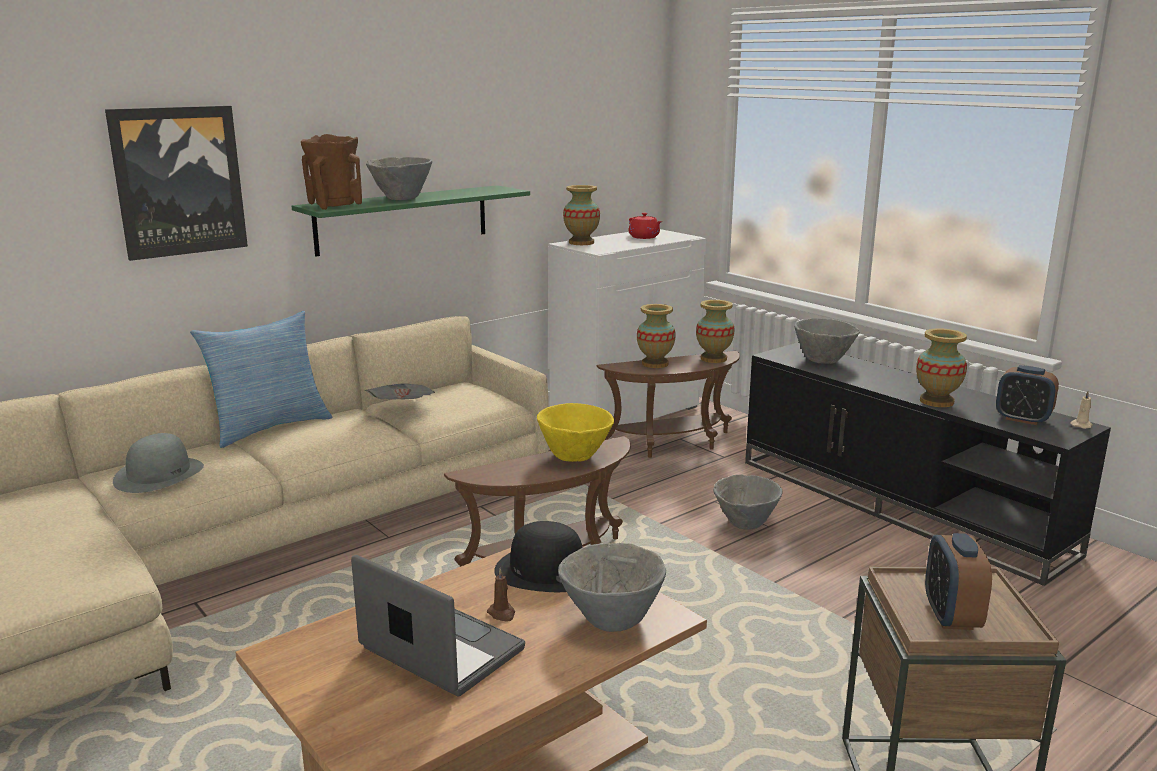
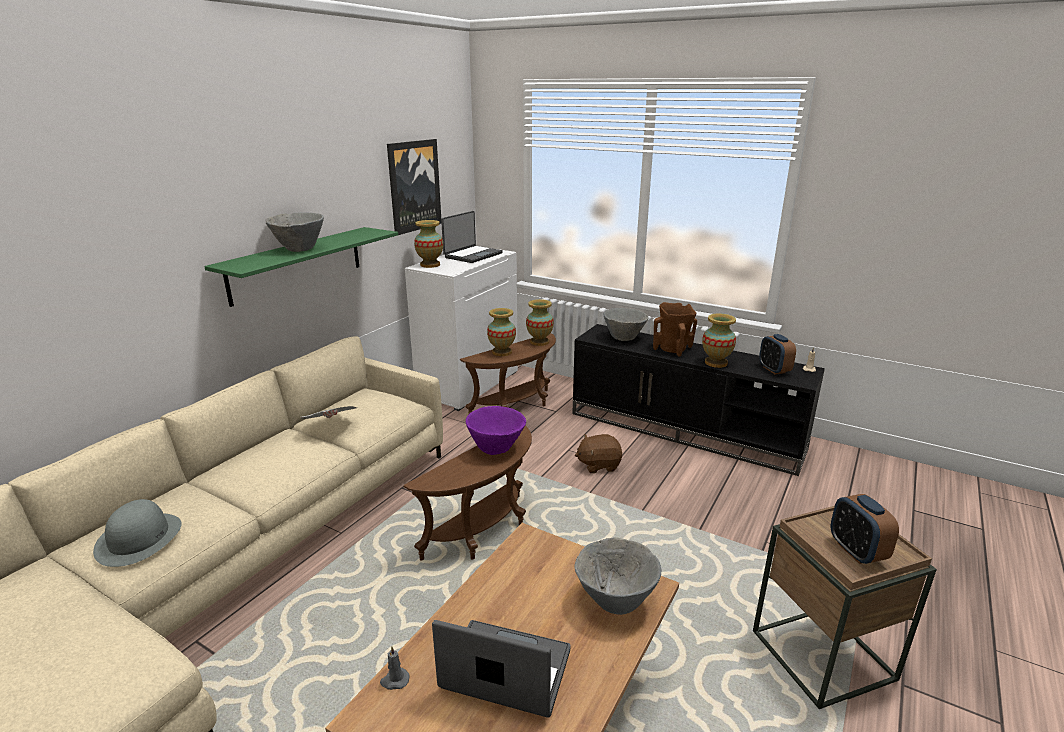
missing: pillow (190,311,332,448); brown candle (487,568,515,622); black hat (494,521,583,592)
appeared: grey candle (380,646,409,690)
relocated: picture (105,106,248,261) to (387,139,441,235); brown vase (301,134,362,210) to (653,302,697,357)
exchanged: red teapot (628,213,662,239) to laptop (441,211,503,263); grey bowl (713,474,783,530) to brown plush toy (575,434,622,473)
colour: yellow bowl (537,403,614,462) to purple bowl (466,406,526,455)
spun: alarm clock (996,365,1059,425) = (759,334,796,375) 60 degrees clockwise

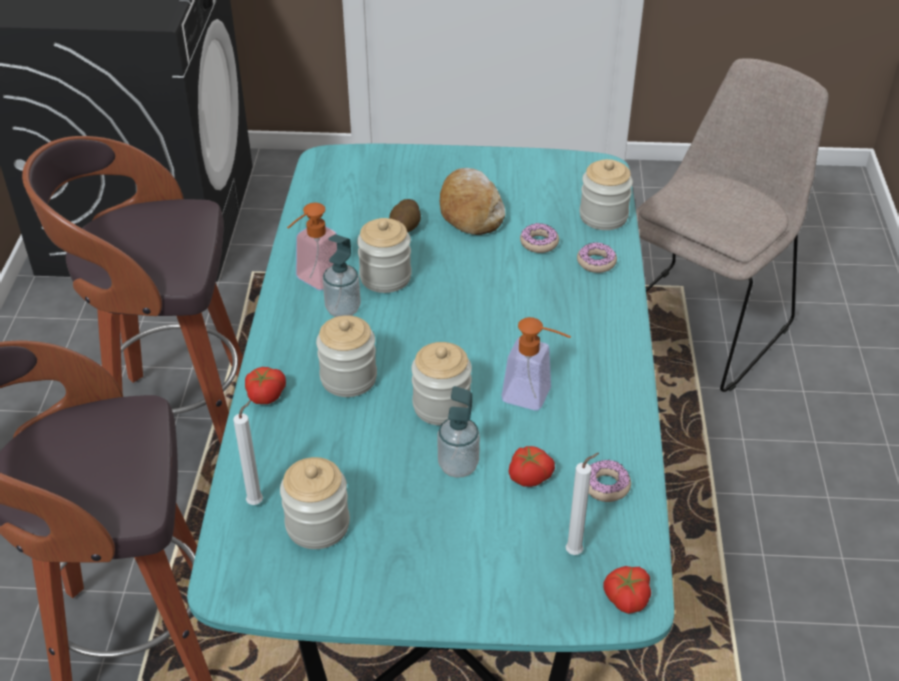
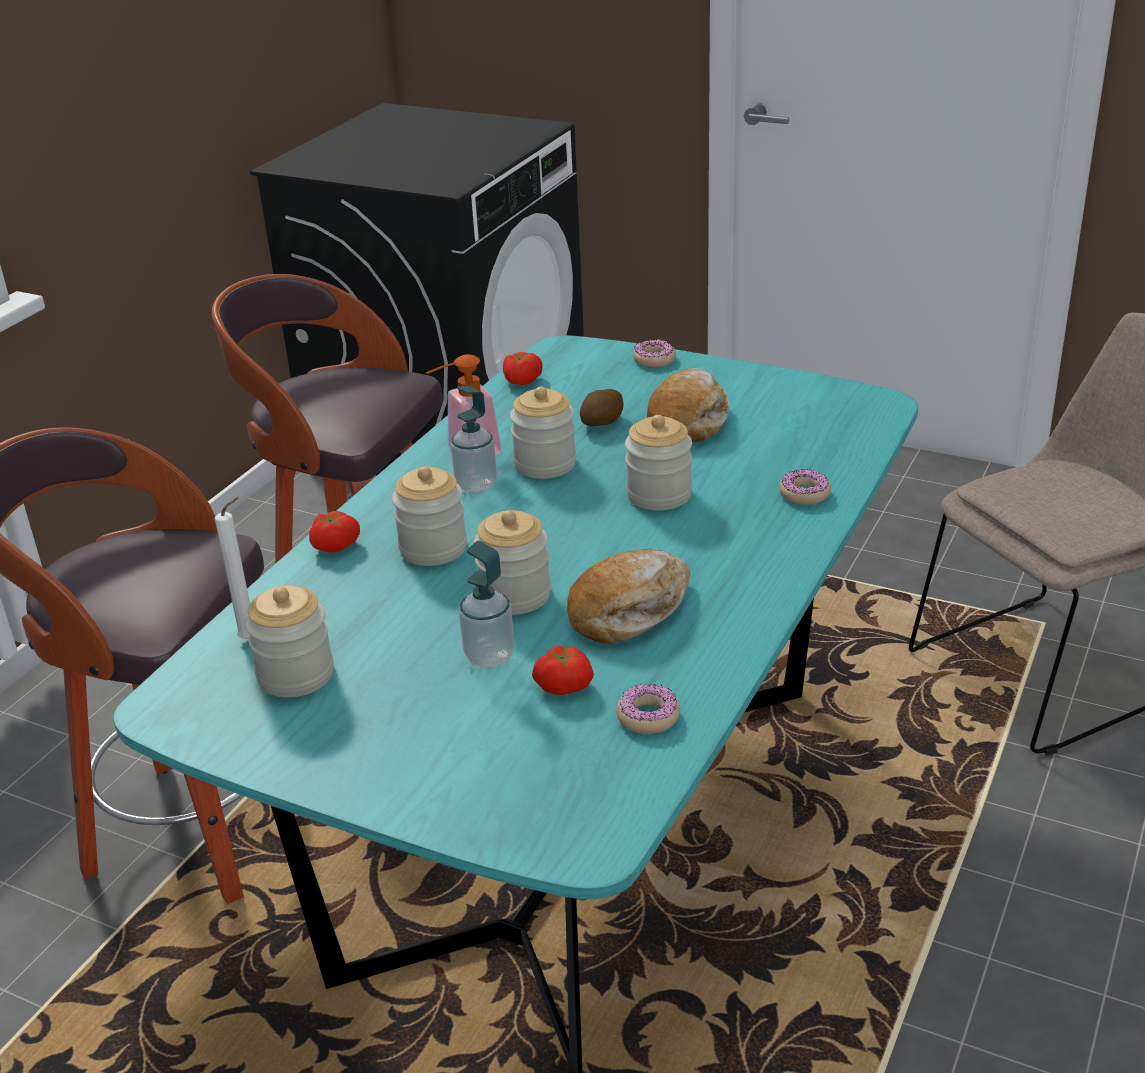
missing: white candle (566,453,599,555)
relocated: donut (520,223,559,253) to (633,340,676,367); jar (580,159,633,230) to (625,415,692,511); tomato (604,566,651,614) to (503,352,542,385)
exchanged: soap dispenser (501,317,571,411) to bread (567,549,690,643)

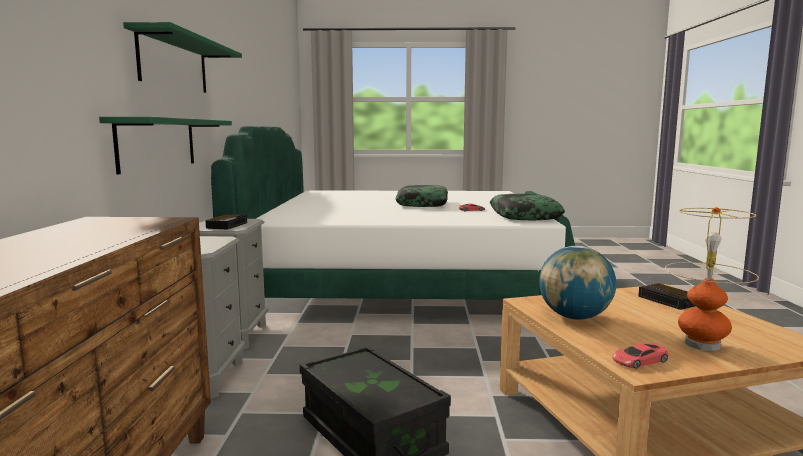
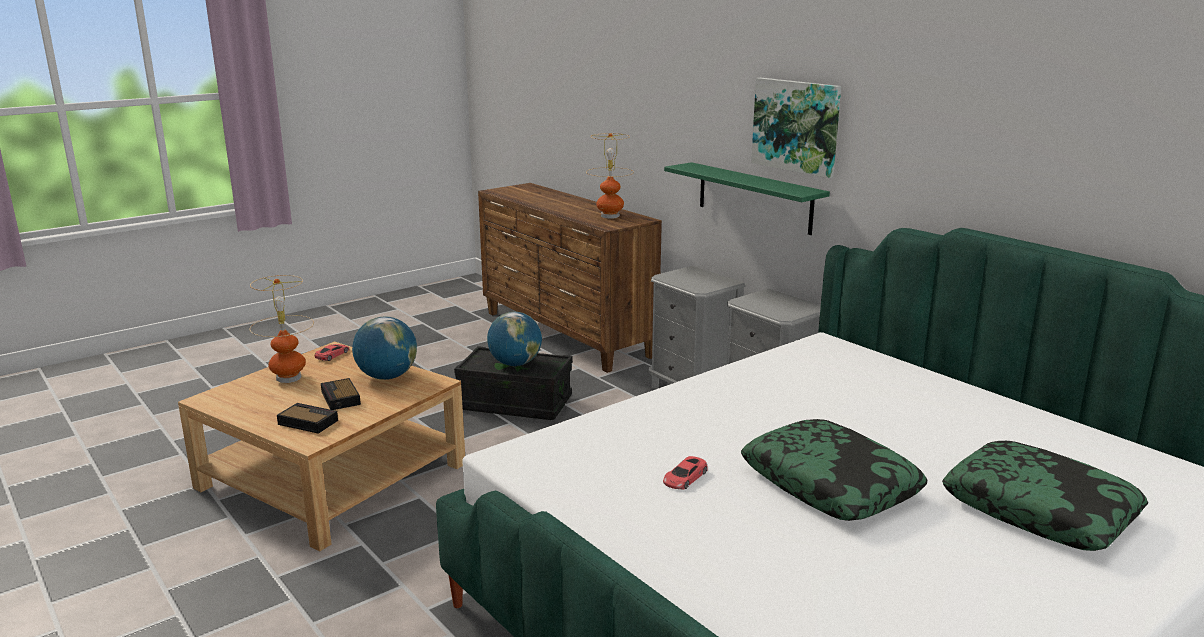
appeared: globe (487,312,542,366); table lamp (586,133,634,219)
relocated: alarm clock (205,214,247,230) to (321,378,361,410); pillow (490,194,565,220) to (942,441,1148,551)
exchanged: green shelf (123,22,242,93) to picture (751,78,841,178)

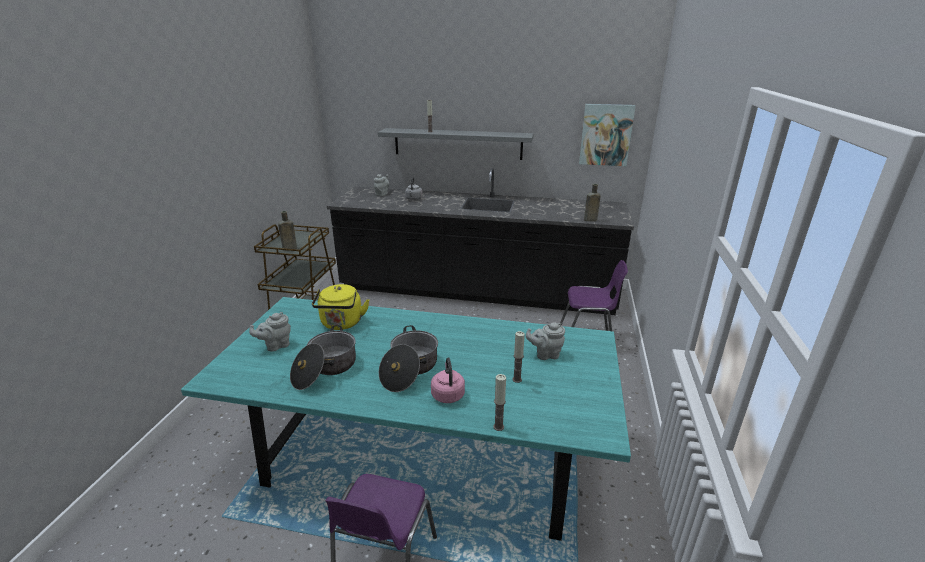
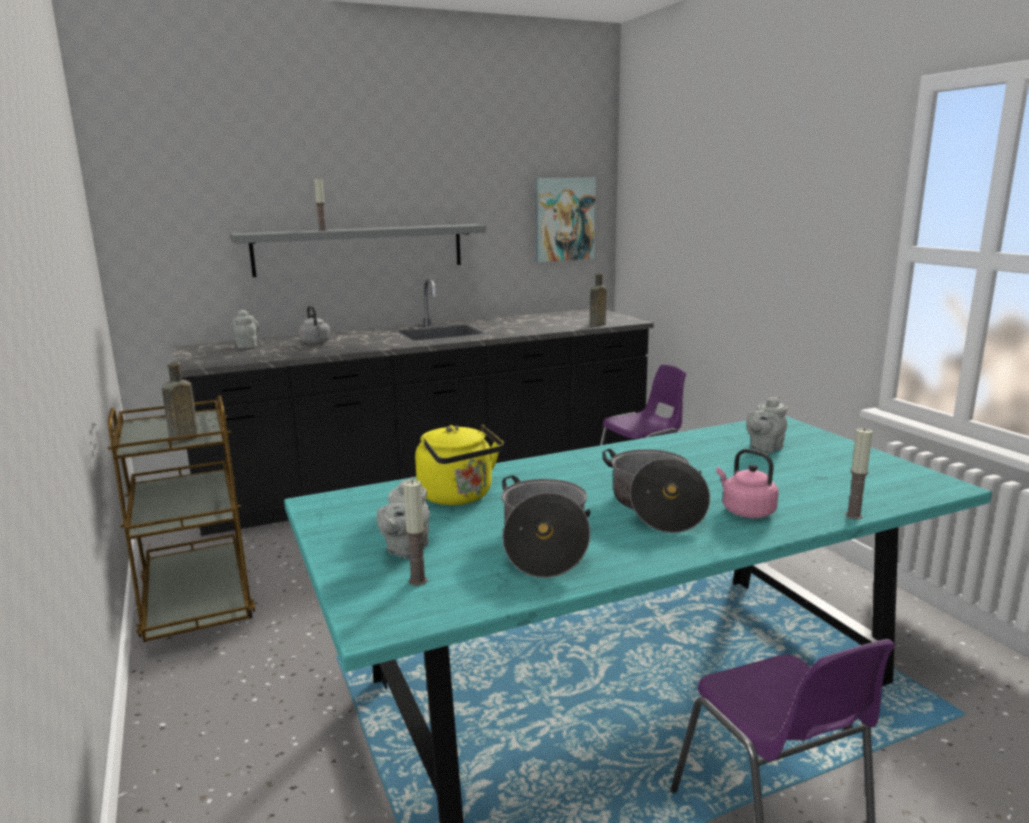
relocated: candle (512,331,525,383) to (403,480,427,586)

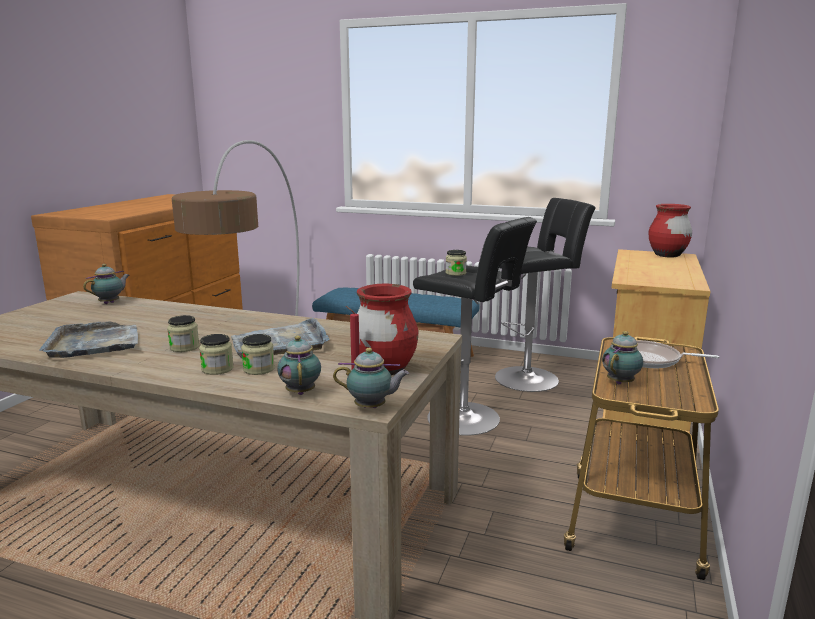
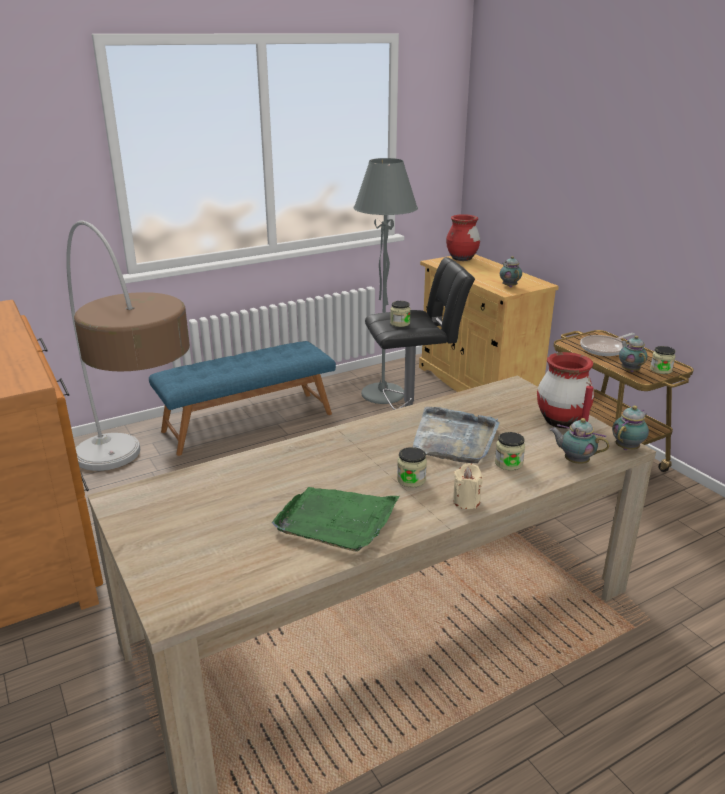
appeared: beige candle (453,463,483,509)
relocated: teapot (83,264,130,304) to (500,256,522,288); jar (199,334,234,375) to (650,346,675,374)
exchanged: black stool (495,198,596,392) to grey floor lamp (353,158,418,404)
colour: grey tray (39,322,138,358) to green tray (272,487,399,551)

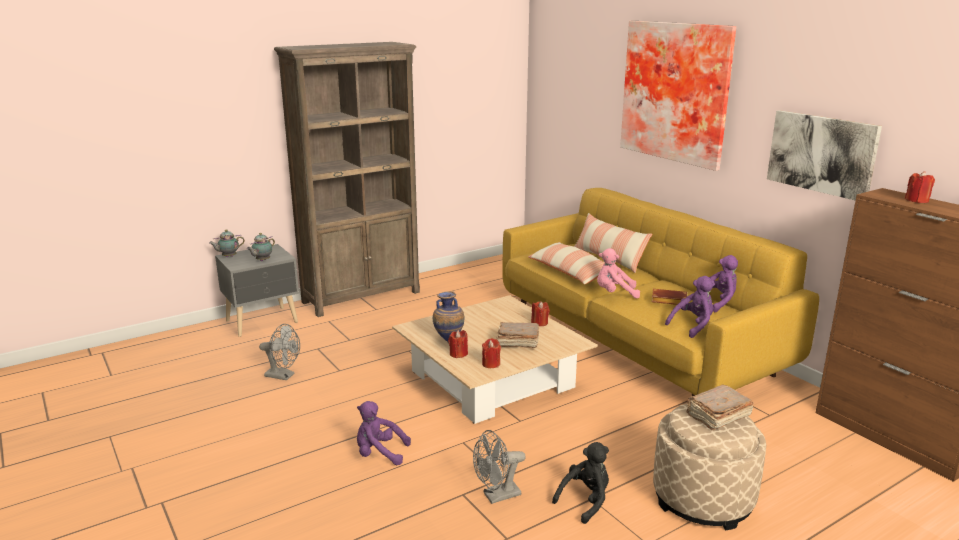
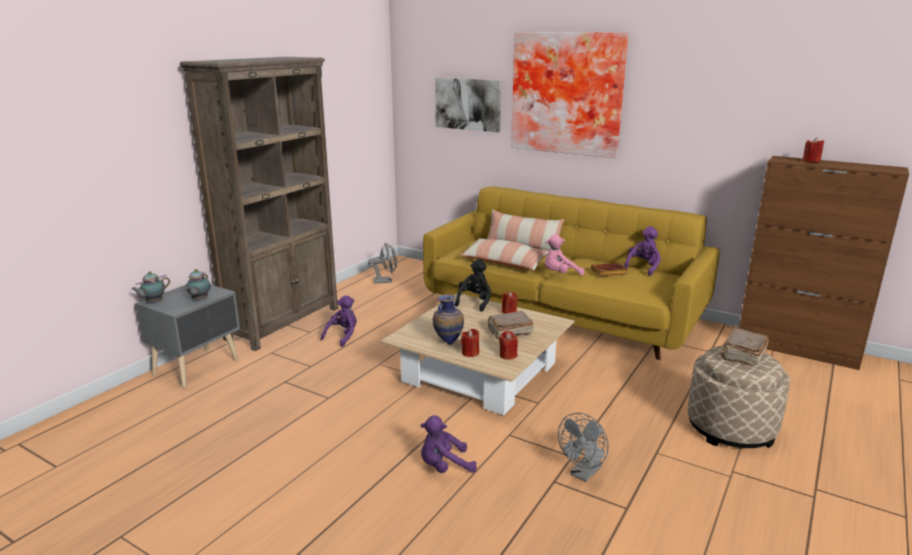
relocated: grey fan (259,324,300,380) to (368,243,397,284); black plush toy (552,442,609,524) to (455,259,491,312); purple plush toy (665,276,715,338) to (321,295,357,347); picture (767,110,882,201) to (435,78,501,132)

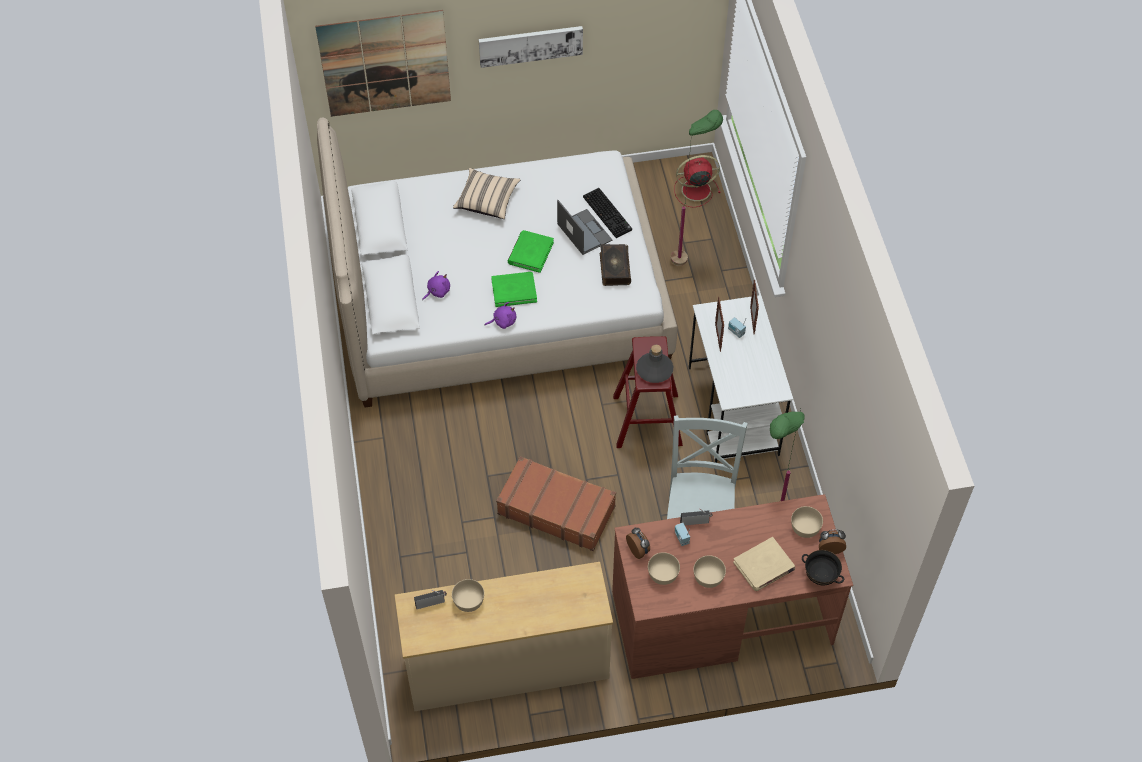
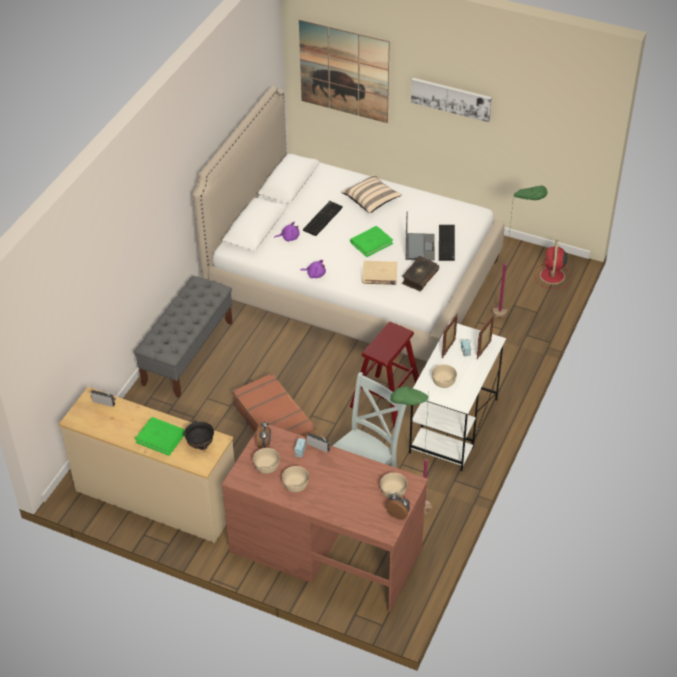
missing: grey bottle (636,345,673,383)
appeared: grey bench (134,276,232,398); keyboard (303,201,343,236)
relocated: beige bowl (452,579,484,612) to (432,364,457,388); green book (491,272,537,307) to (135,417,185,456); beige book (733,537,795,591) to (362,261,397,285); black bowl (802,550,844,585) to (184,421,214,450)
spun: red fan (674,155,720,208) = (534,240,571,289) 105 degrees counterclockwise

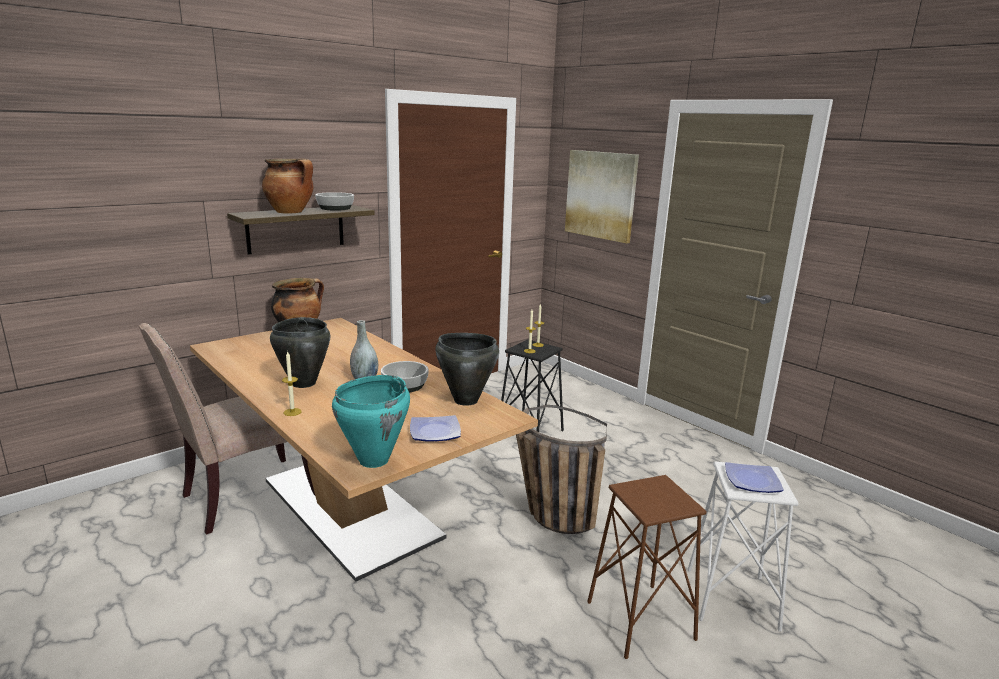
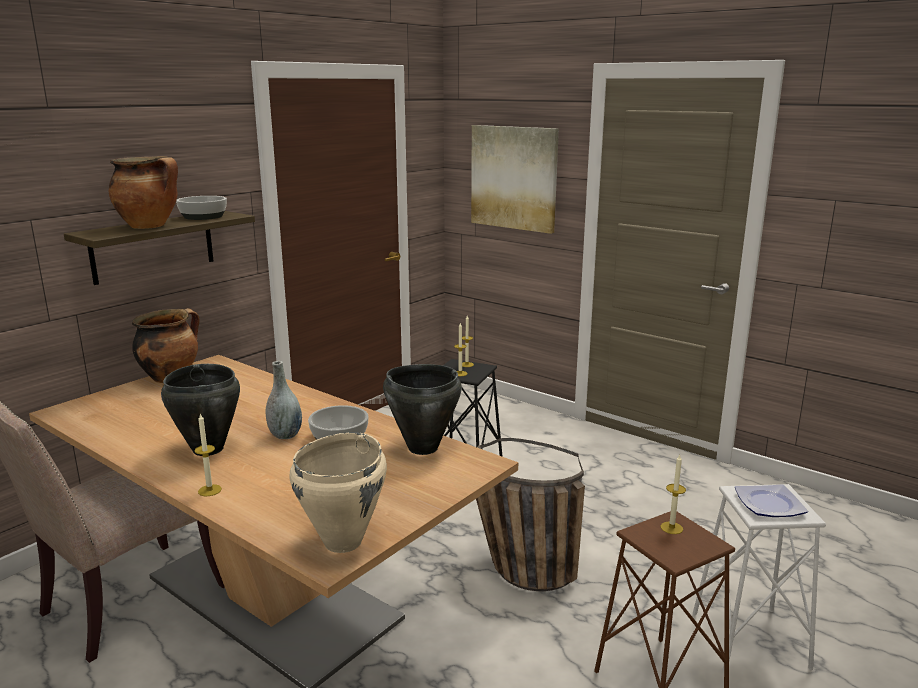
missing: plate (410,415,461,442)
appeared: candle (661,455,686,534)
colour: turquoise cooking pot (332,375,410,468) to beige cooking pot (289,432,387,553)

